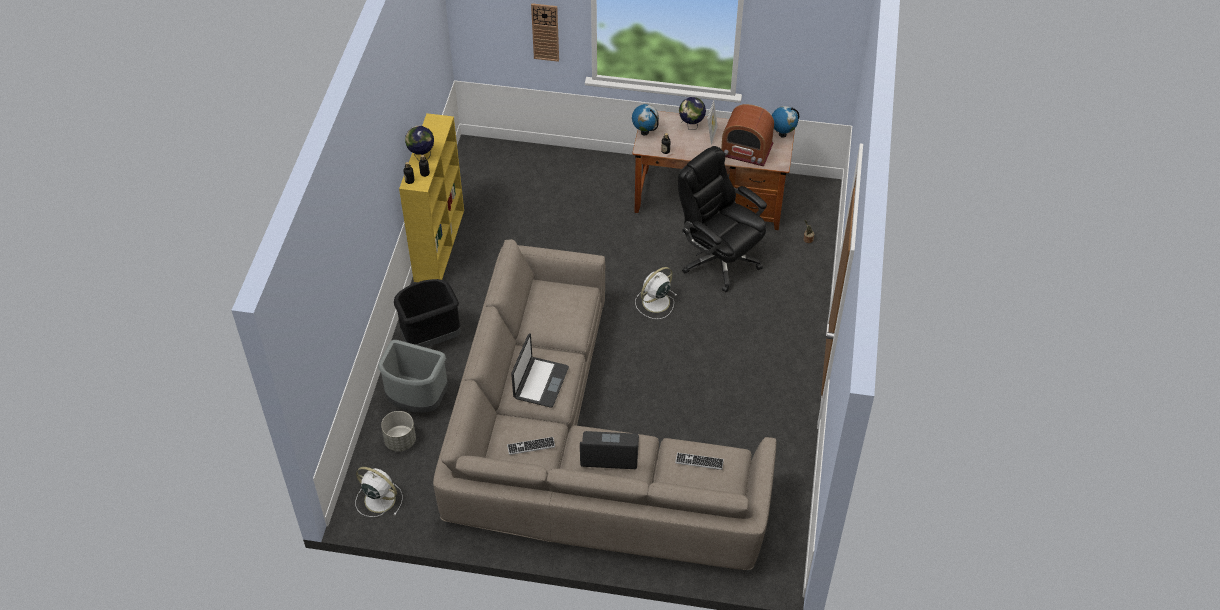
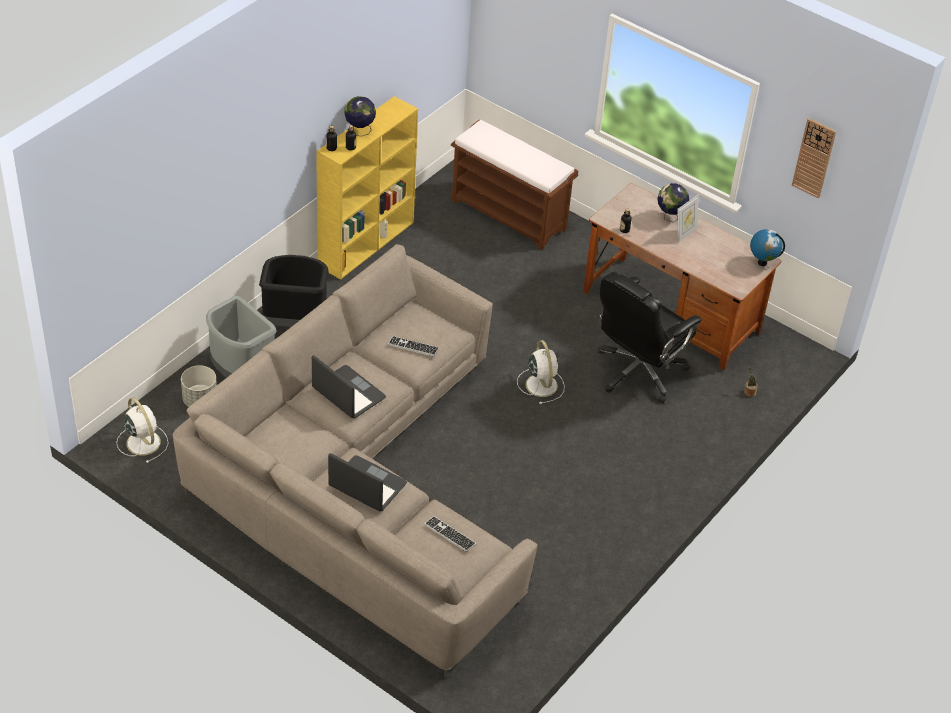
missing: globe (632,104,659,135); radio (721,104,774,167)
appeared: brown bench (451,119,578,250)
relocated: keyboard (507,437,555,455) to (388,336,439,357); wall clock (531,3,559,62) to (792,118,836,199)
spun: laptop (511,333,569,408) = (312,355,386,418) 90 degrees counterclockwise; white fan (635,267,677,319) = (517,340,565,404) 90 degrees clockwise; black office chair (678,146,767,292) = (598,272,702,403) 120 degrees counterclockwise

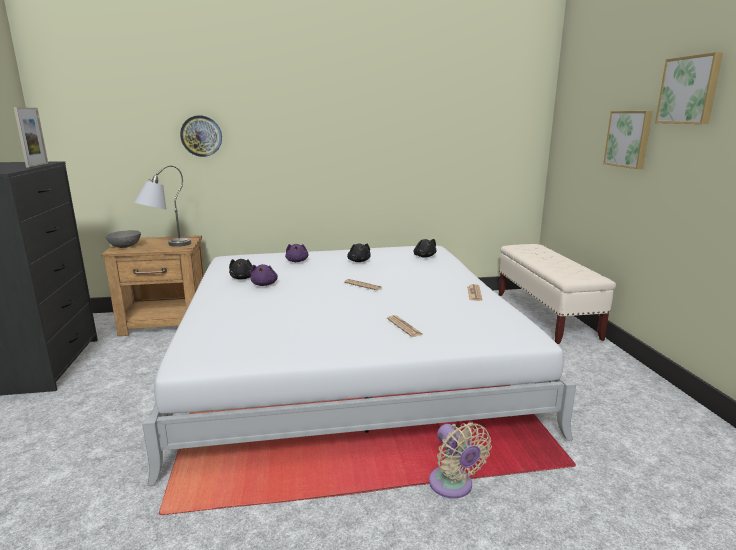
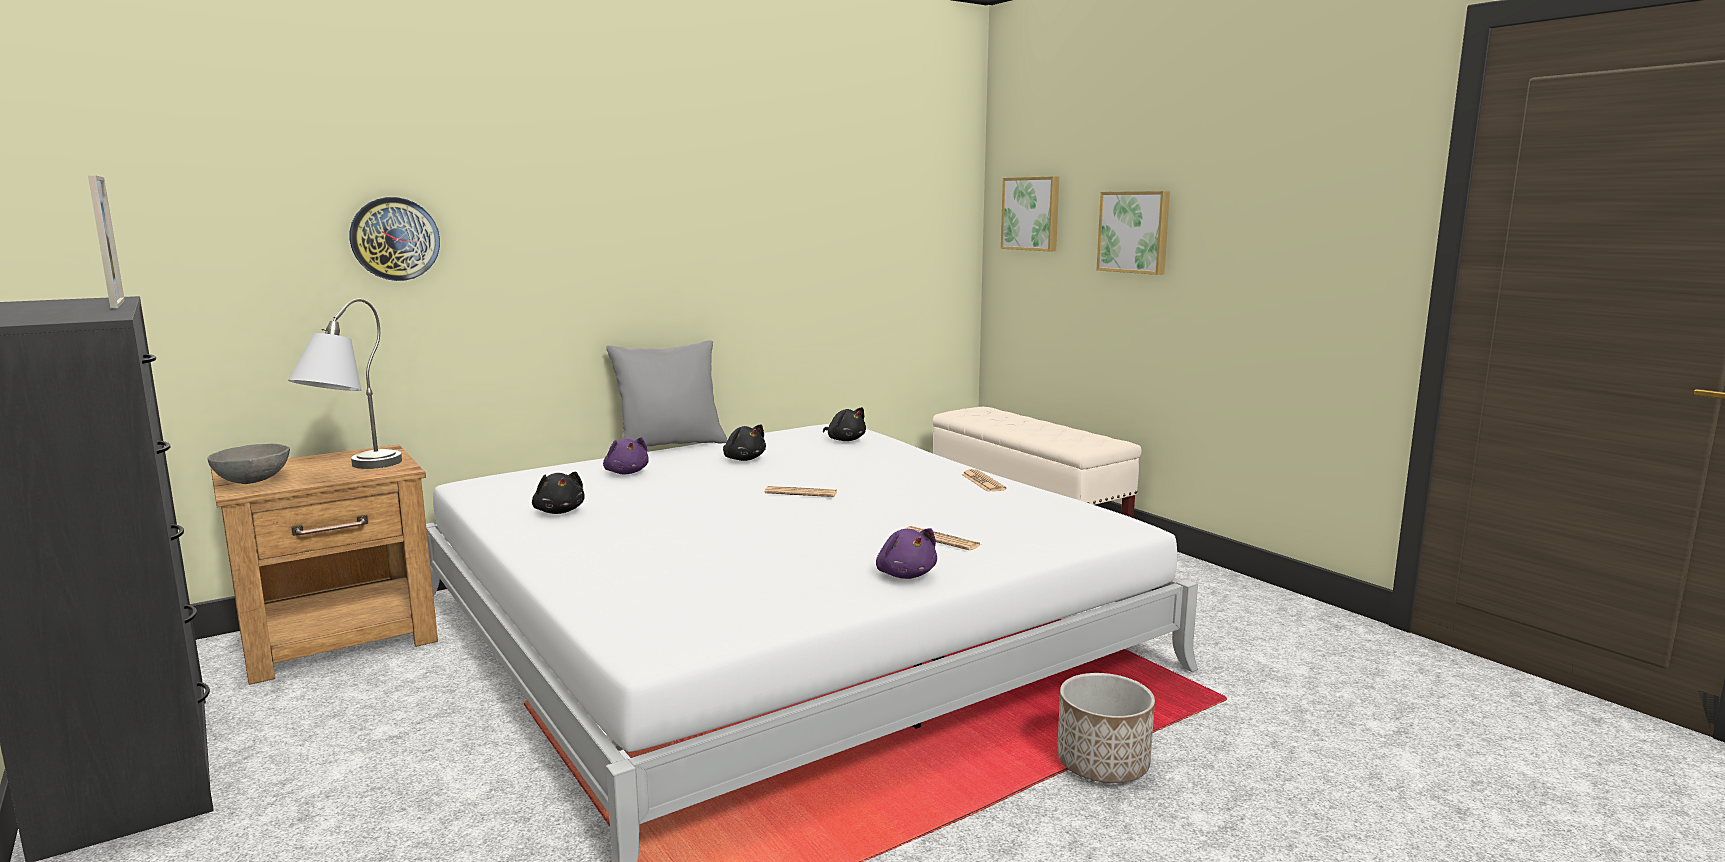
appeared: grey pillow (606,340,728,446)
relocated: purple plush toy (250,264,278,286) to (876,528,937,579); picture (655,52,723,124) to (1001,176,1059,251)
exchanged: beige fan (429,422,492,499) to planter (1057,673,1155,783)

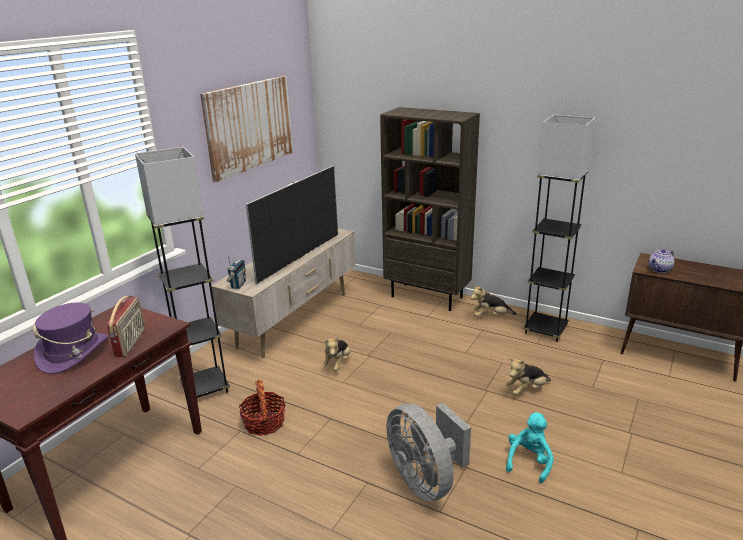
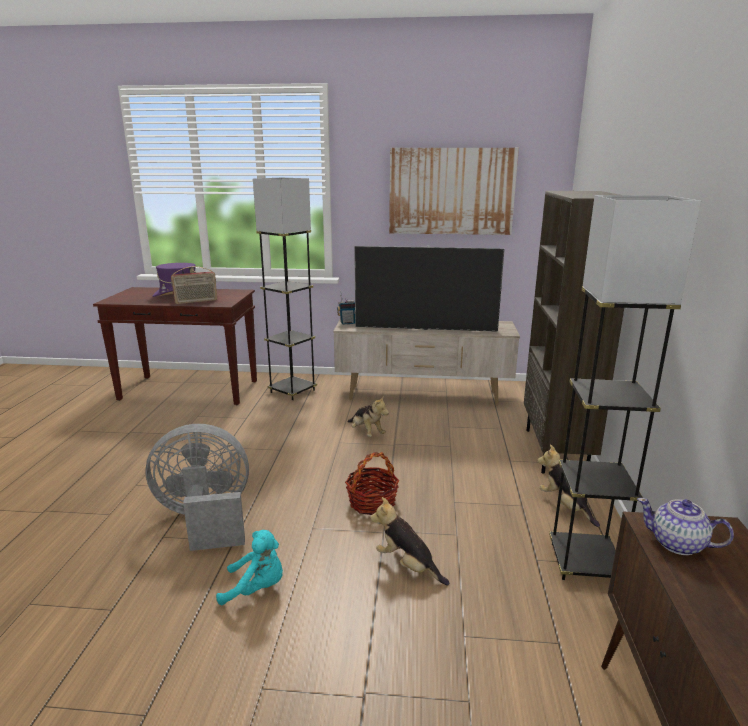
relocated: basket (239,379,285,436) to (345,452,399,515)
spun: plush toy (321,337,351,371) = (347,395,389,437) 120 degrees counterclockwise; grey fan (386,403,471,502) = (145,424,249,551) 45 degrees clockwise

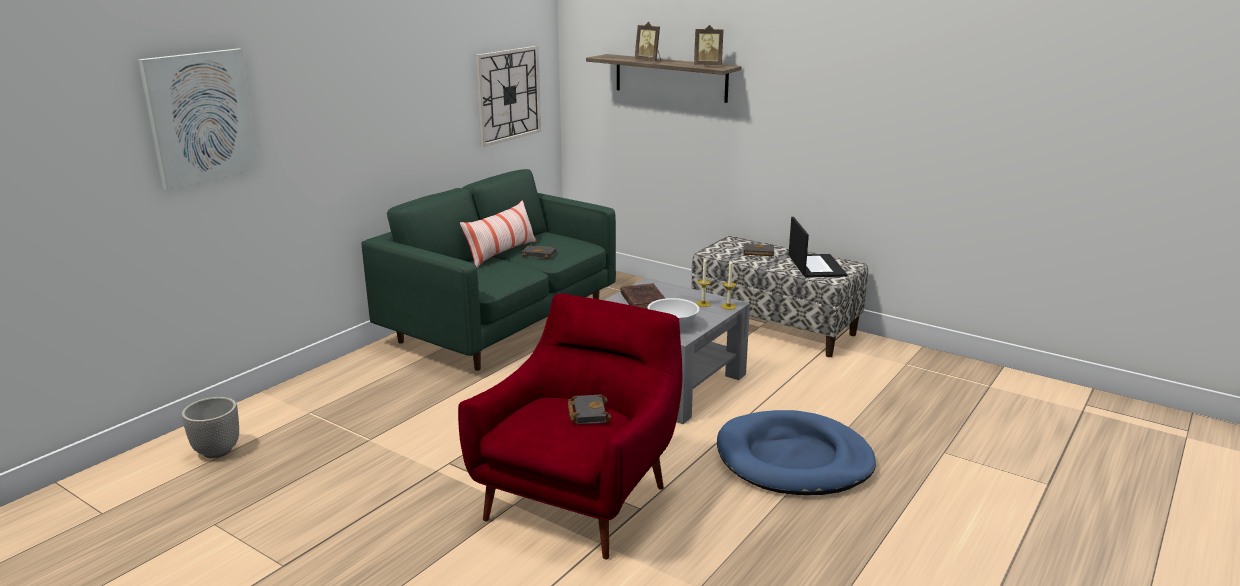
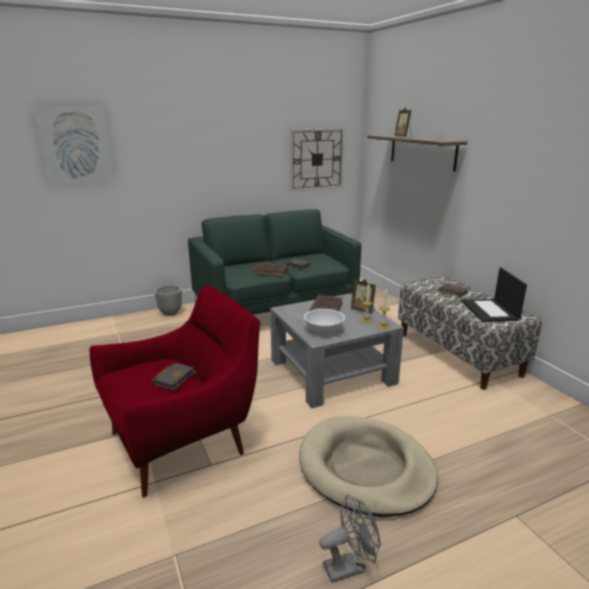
missing: pillow (460,200,537,267)
appeared: brown book (252,263,288,277); grey fan (319,494,380,583)
relocated: planter (182,397,239,458) to (155,285,182,315); picture frame (694,25,724,65) to (351,279,376,314)
colour: blue dog bed (717,410,876,495) to beige dog bed (299,416,438,517)
spun: laptop (789,217,847,278) = (462,267,527,322) 150 degrees clockwise

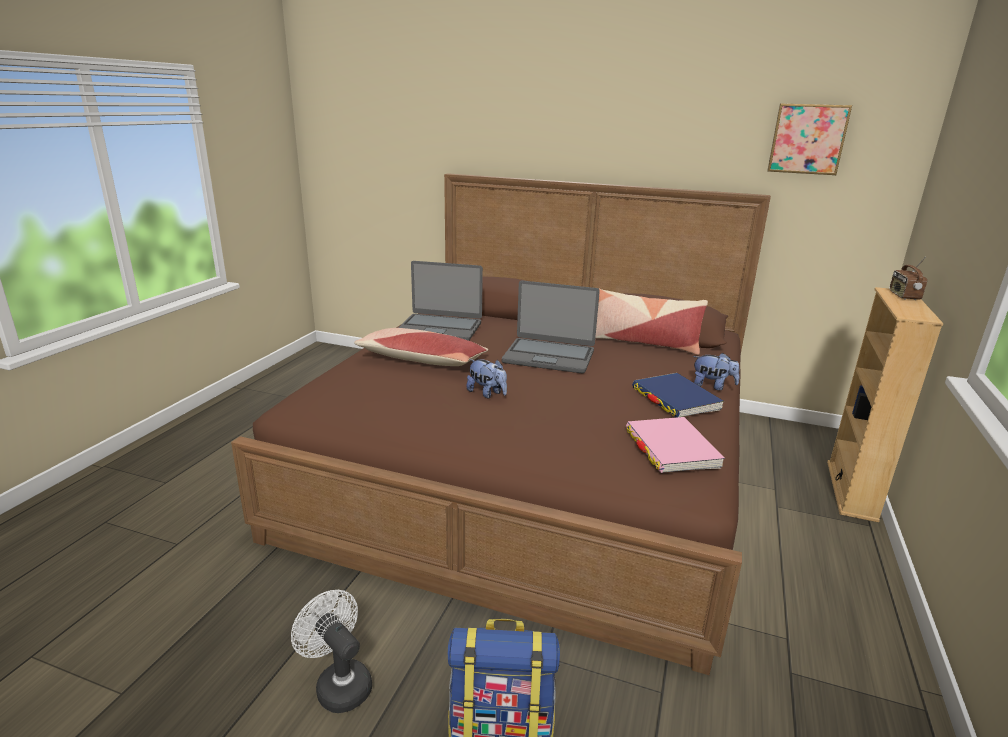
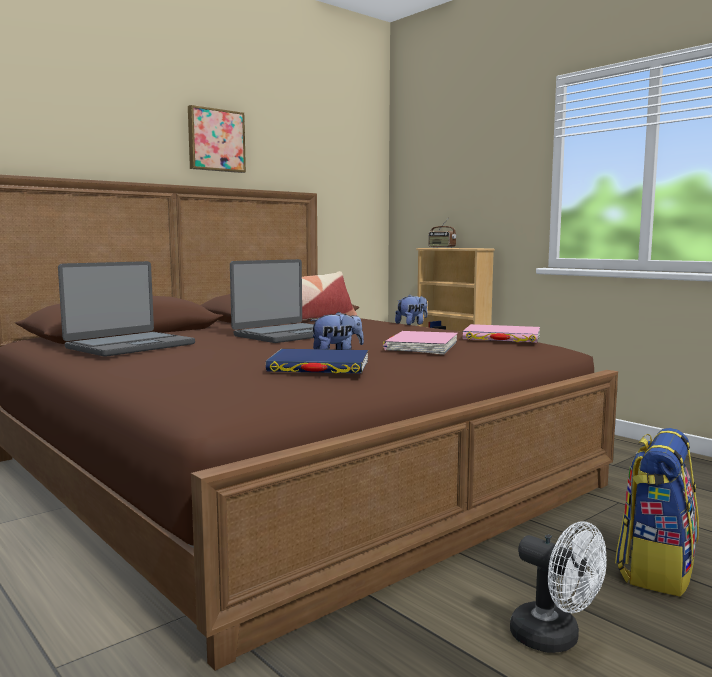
missing: pillow (354,328,488,366)
appeared: pink book (383,331,458,355)
relocated: blue book (632,373,724,418) to (266,349,368,373); picture (767,103,852,175) to (188,105,246,173)
spun: white fan (291,590,372,713) = (510,522,607,653) 120 degrees counterclockwise

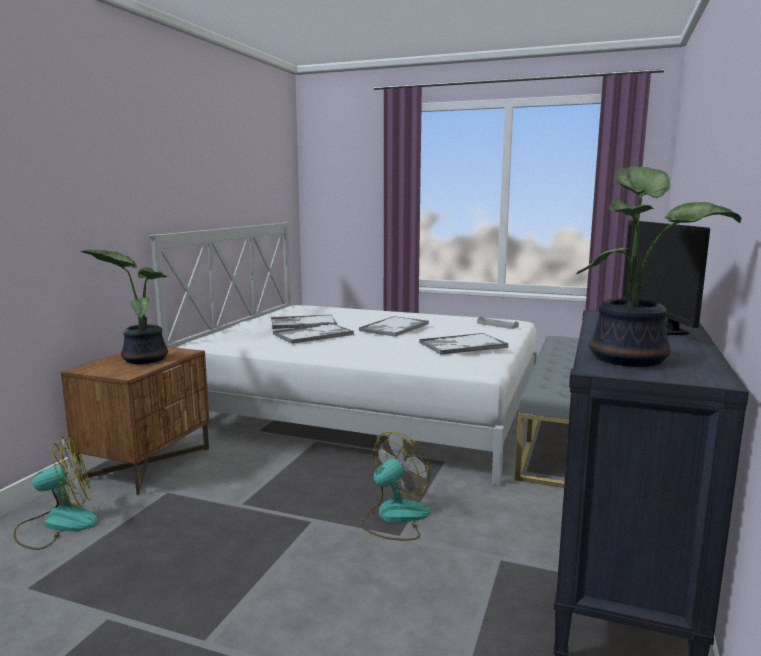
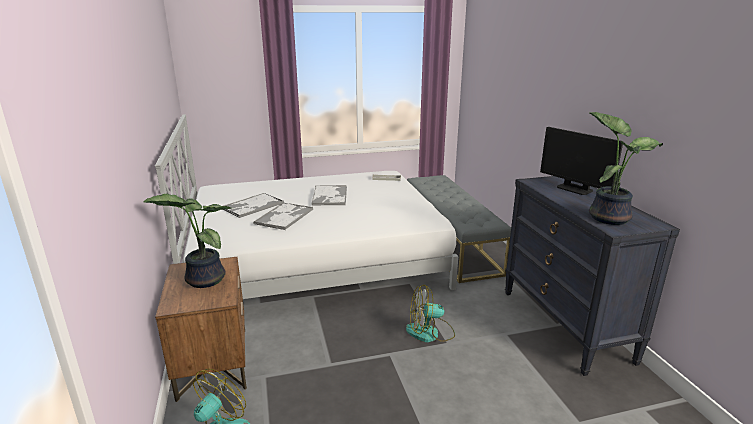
missing: tray (419,333,508,355)
spun: fan (360,432,430,541) = (406,284,455,342) 105 degrees counterclockwise

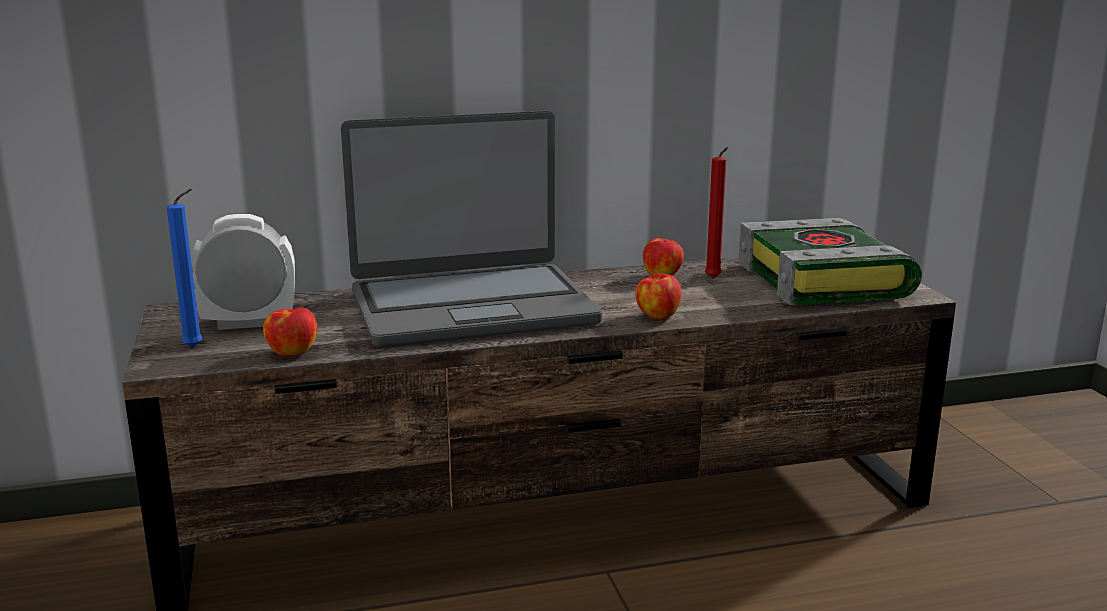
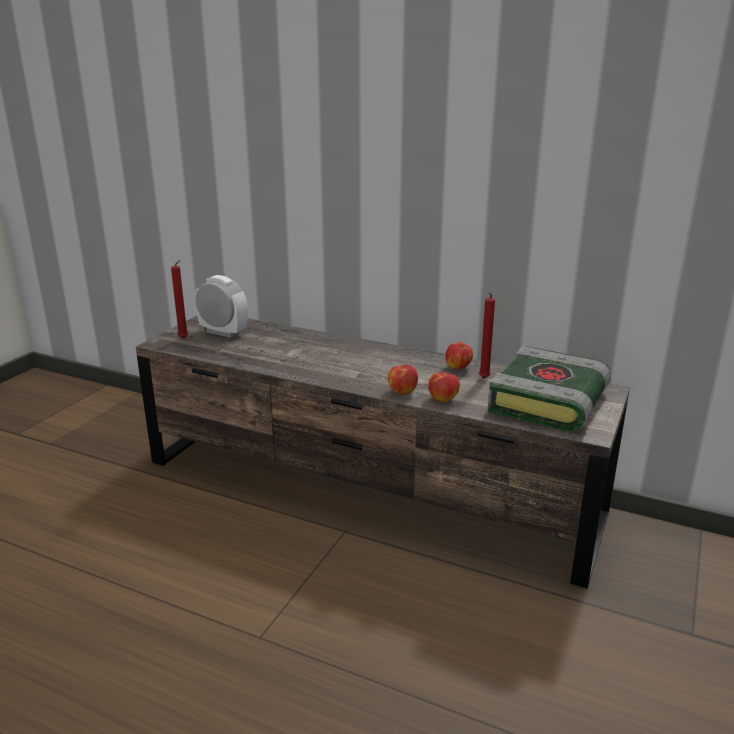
missing: laptop (341,111,602,348)
relocated: apple (263,307,317,357) to (428,372,460,402)
colour: blue candle (167,189,203,348) to red candle (171,260,188,339)

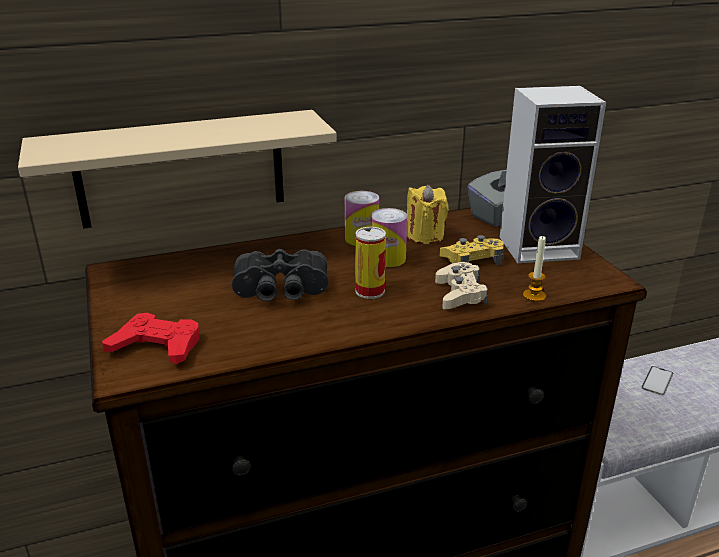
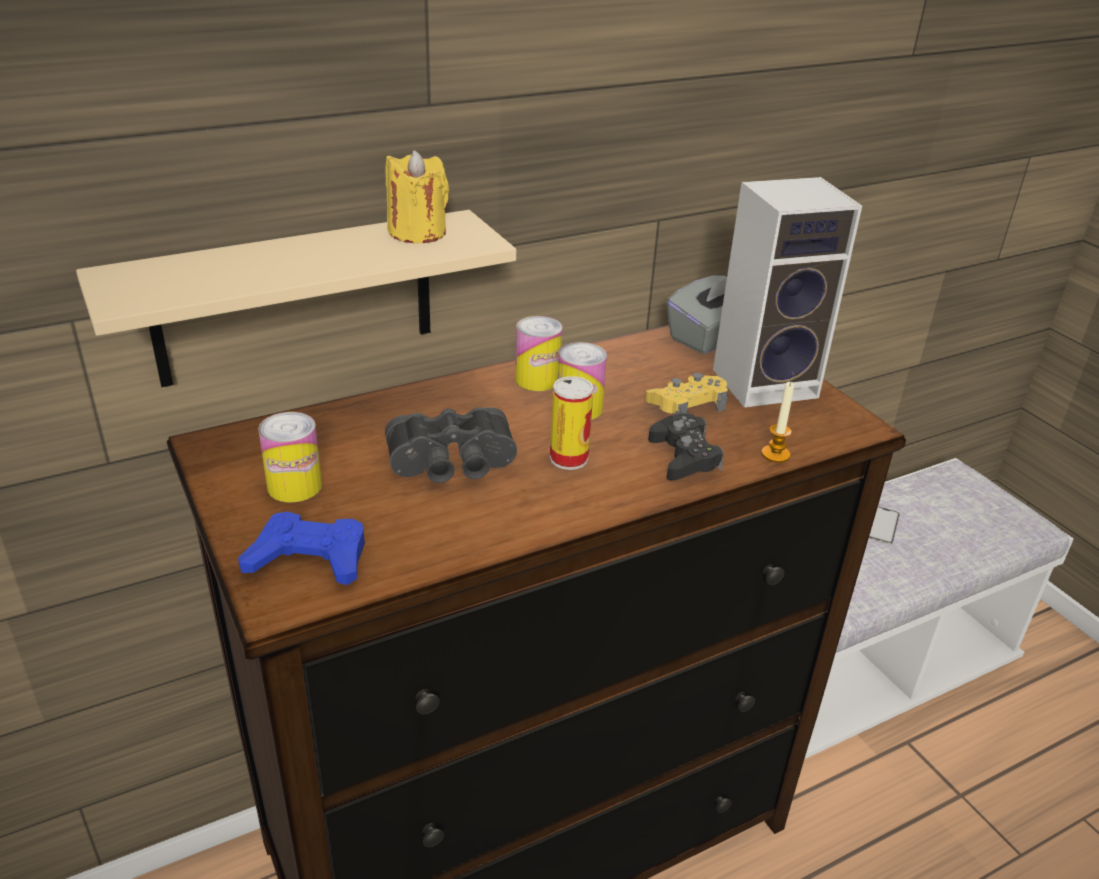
appeared: can (258,412,322,502)
relocated: yellow candle (407,185,449,244) to (385,150,449,243)
colour: red game controller (102,313,200,364) to blue game controller (238,512,365,585); beige game controller (435,262,488,309) to black game controller (648,413,724,480)

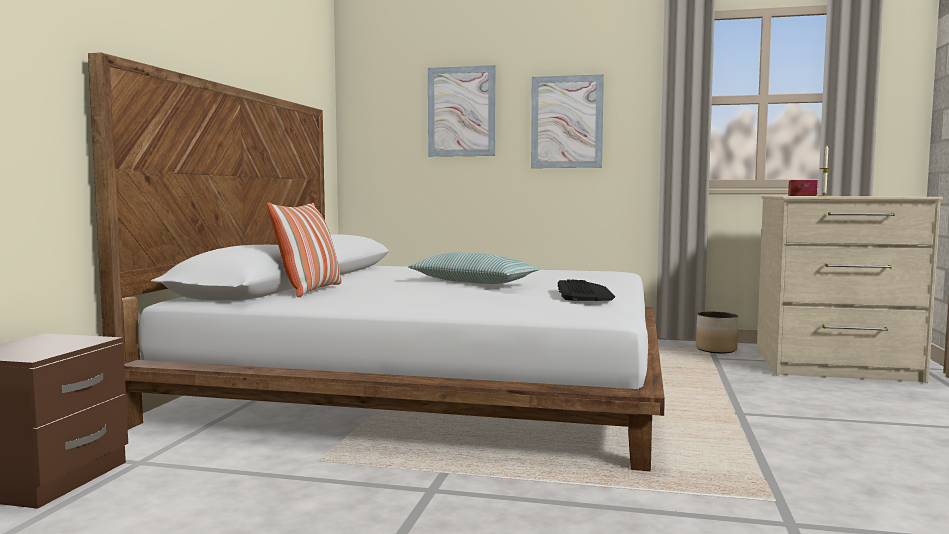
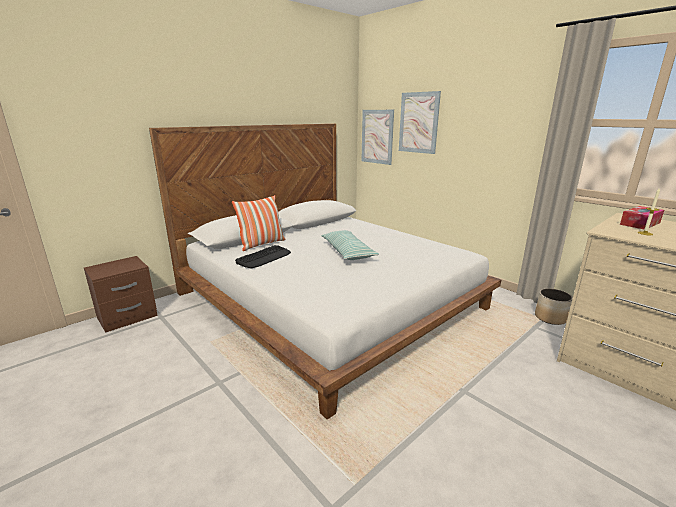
relocated: picture (531,74,604,168) to (361,110,394,165); keyboard (558,279,615,301) to (235,245,291,268)

